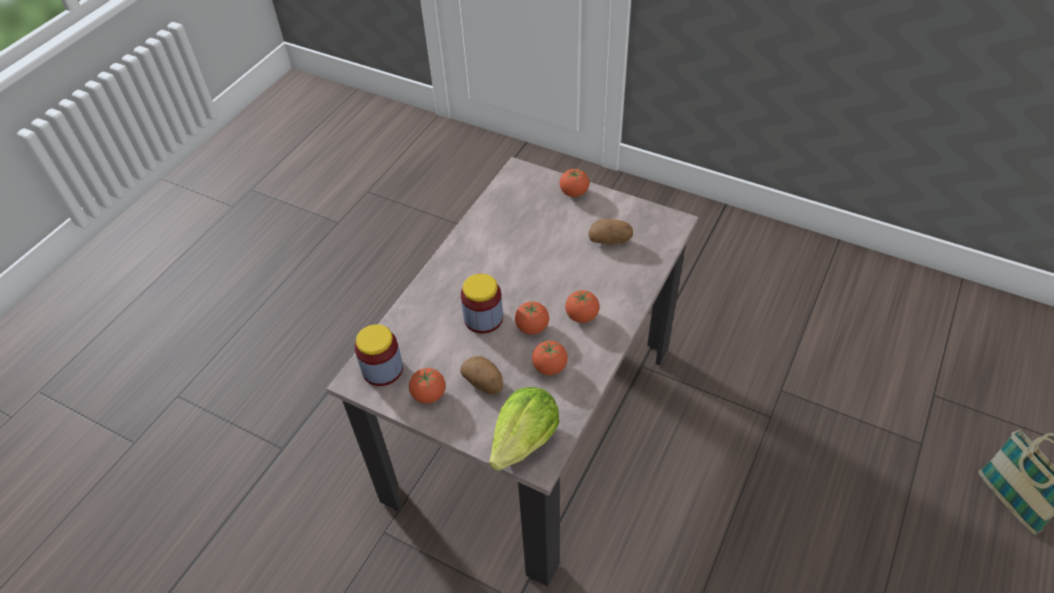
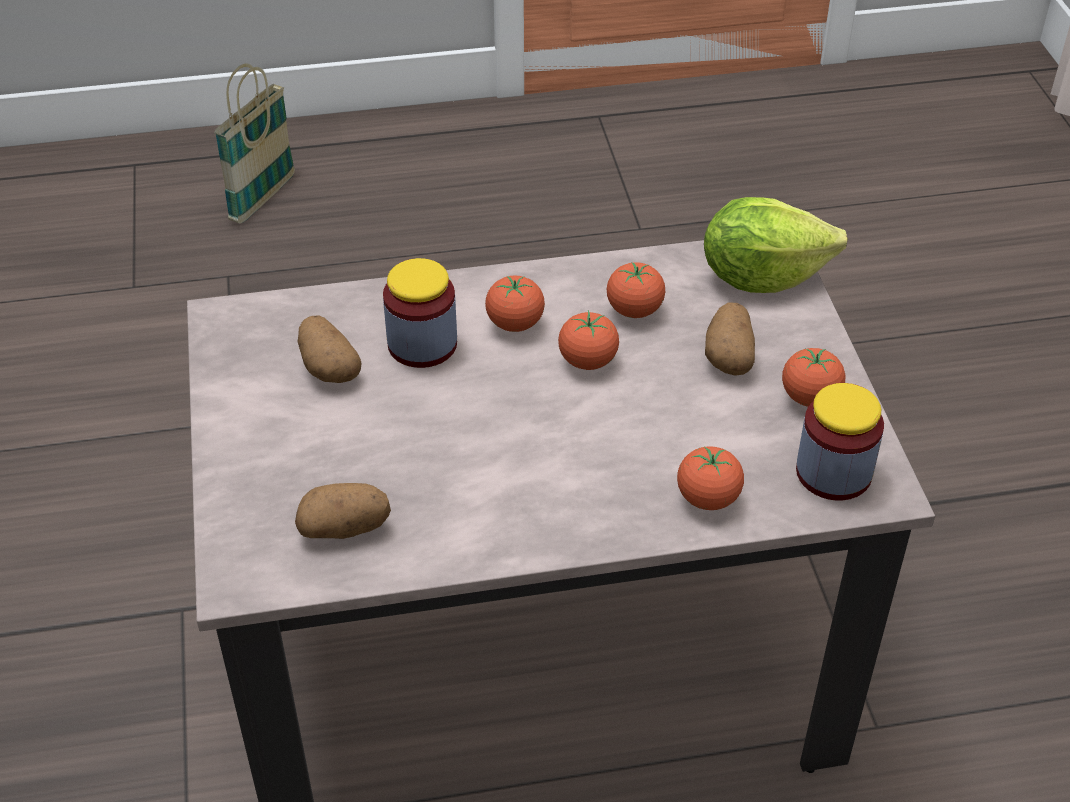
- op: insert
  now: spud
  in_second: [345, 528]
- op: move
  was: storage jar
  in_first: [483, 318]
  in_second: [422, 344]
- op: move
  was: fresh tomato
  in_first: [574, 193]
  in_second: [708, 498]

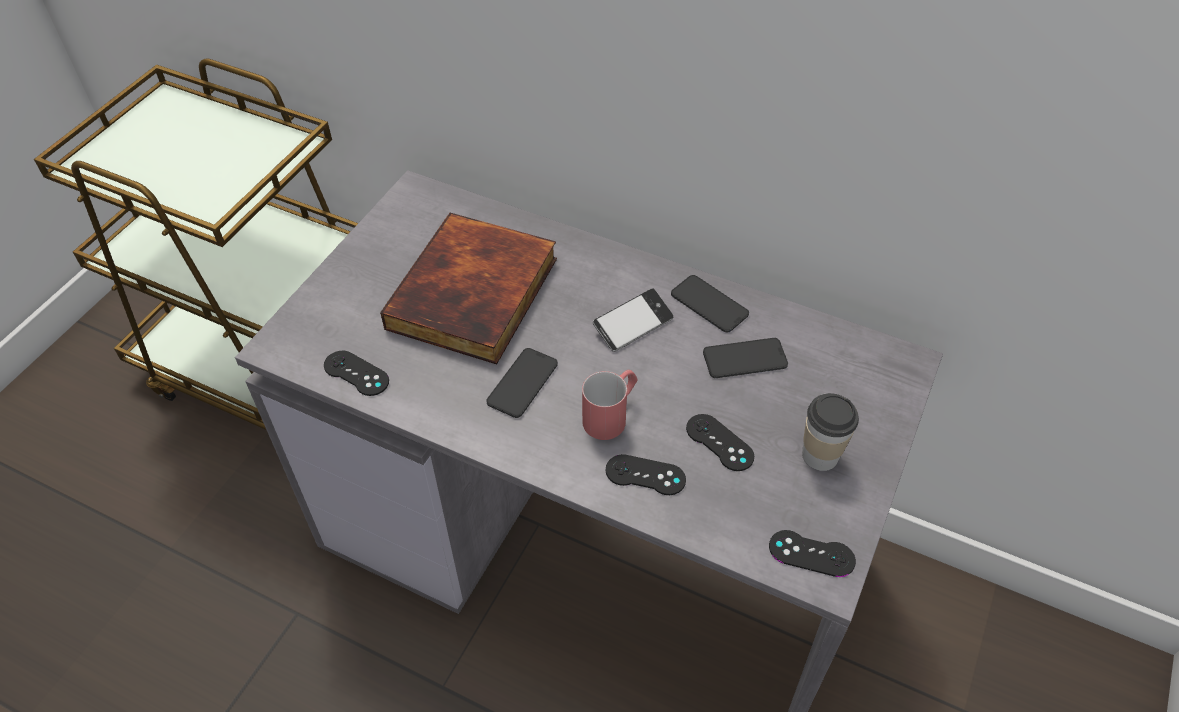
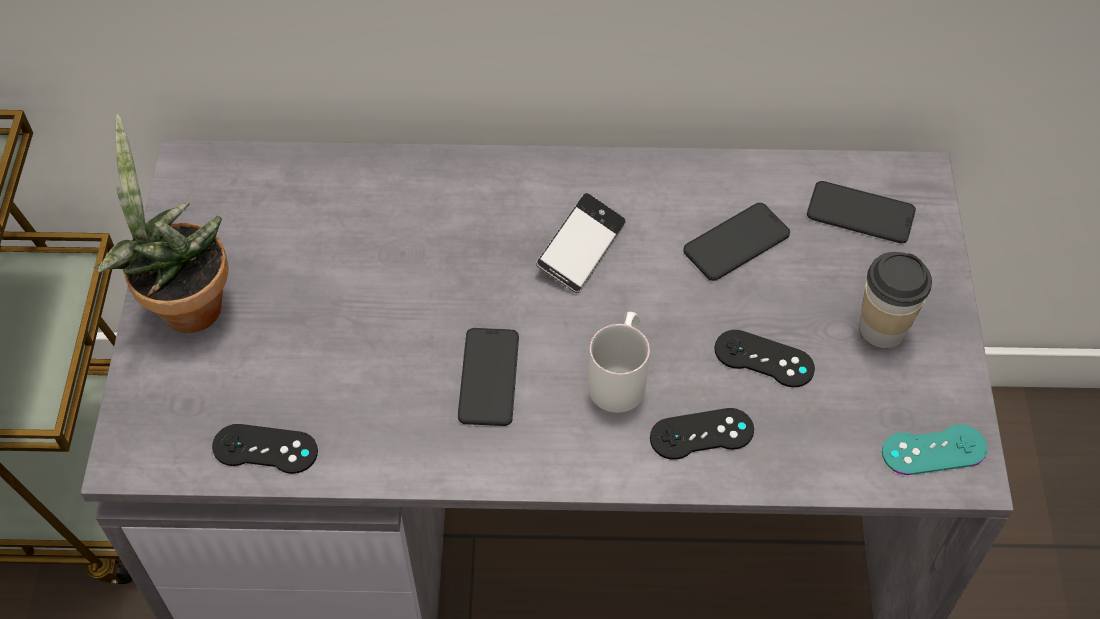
- op: delete
  was: book
  in_first: [475, 295]
- op: insert
  now: potted plant
  in_second: [184, 304]
- op: move
  was: phone
  in_first: [709, 304]
  in_second: [860, 213]
- op: recolor
  was: reddish mug
  now: white-coloured mug
  in_first: [611, 415]
  in_second: [620, 375]
- op: recolor
  was: black game controller
  now: turquoise-coloured game controller
  in_first: [811, 554]
  in_second: [934, 450]

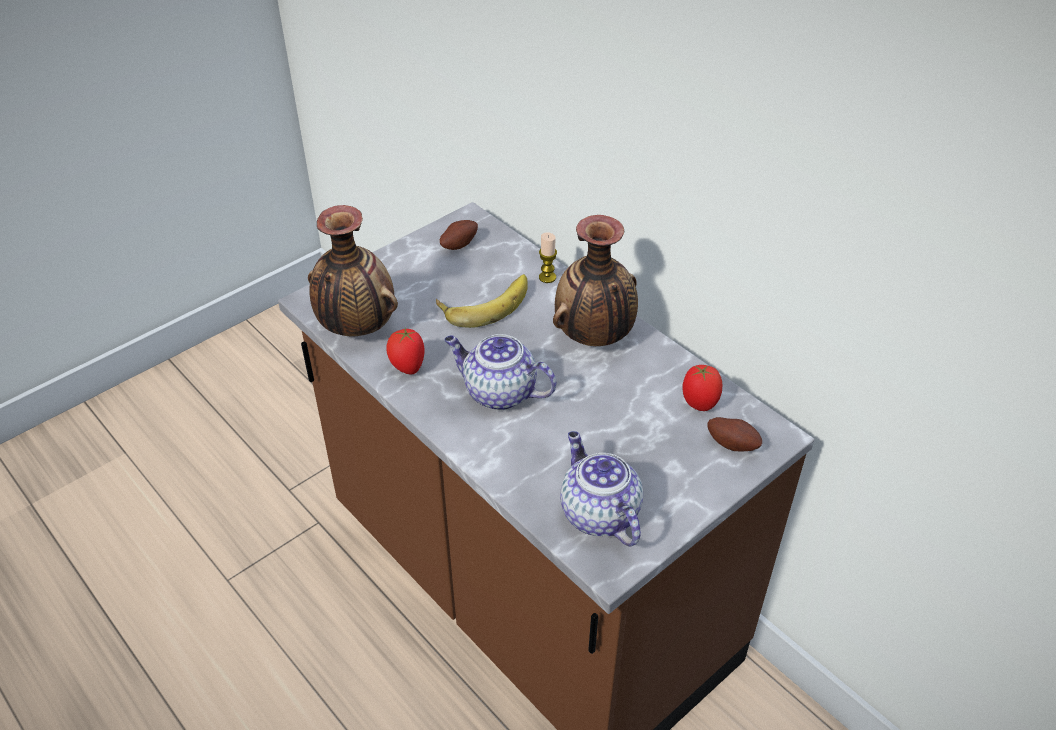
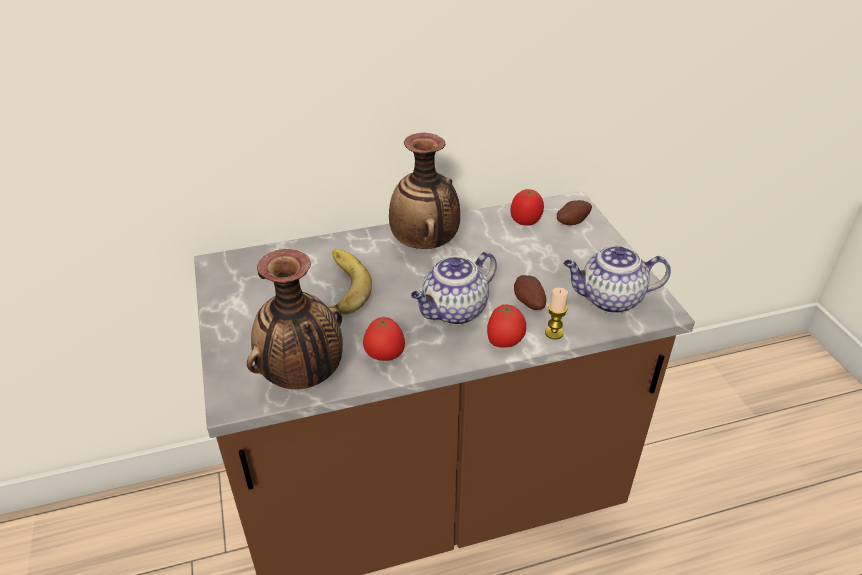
- op: insert
  now: fresh tomato
  in_second: [505, 343]
- op: move
  was: spud
  in_first: [458, 244]
  in_second: [528, 303]
- op: move
  was: candle
  in_first: [547, 277]
  in_second: [554, 333]

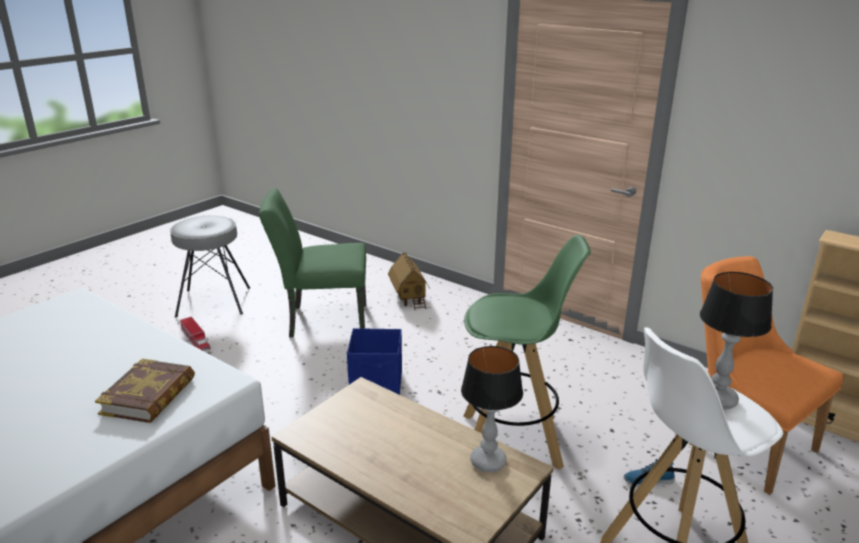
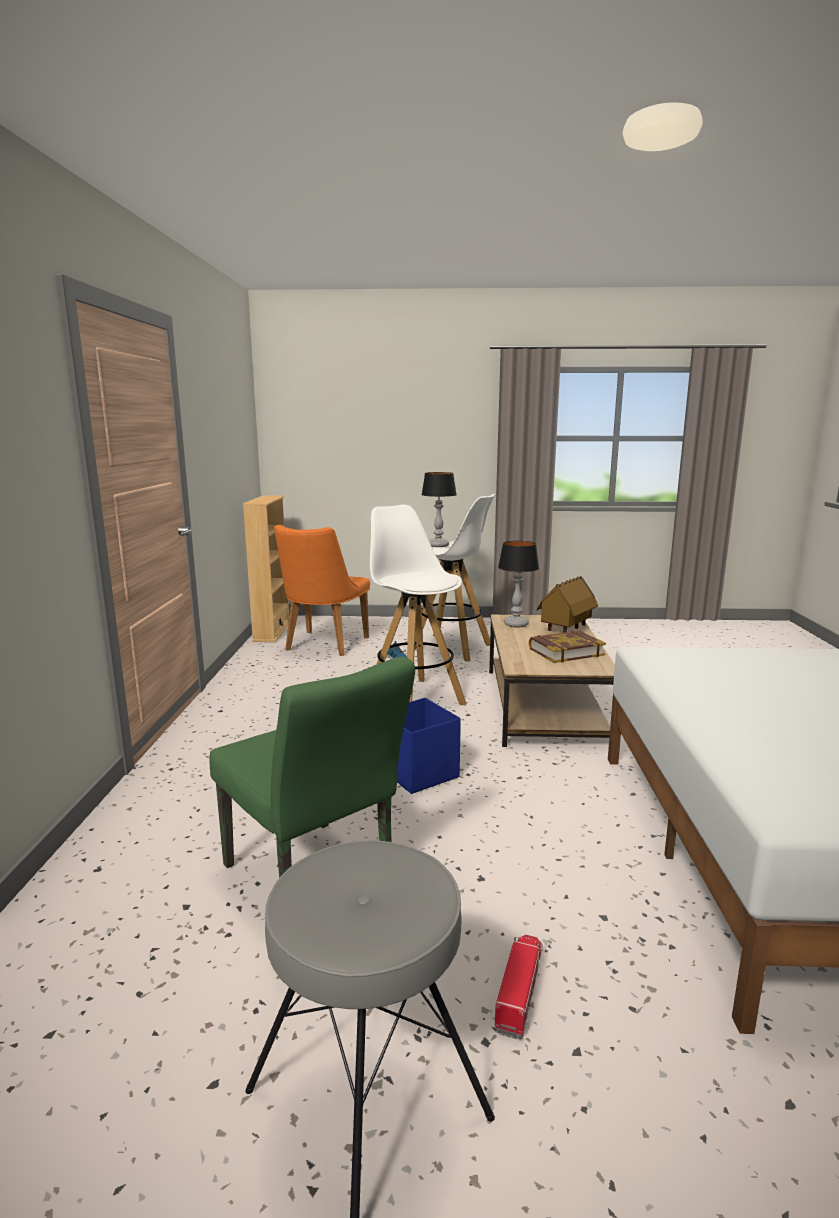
- op: move
  was: book
  in_first: [149, 396]
  in_second: [565, 651]
- op: move
  was: toy house
  in_first: [409, 298]
  in_second: [566, 629]
- op: recolor
  was: green stool seat
  now: white-coloured stool seat
  in_first: [512, 440]
  in_second: [414, 698]

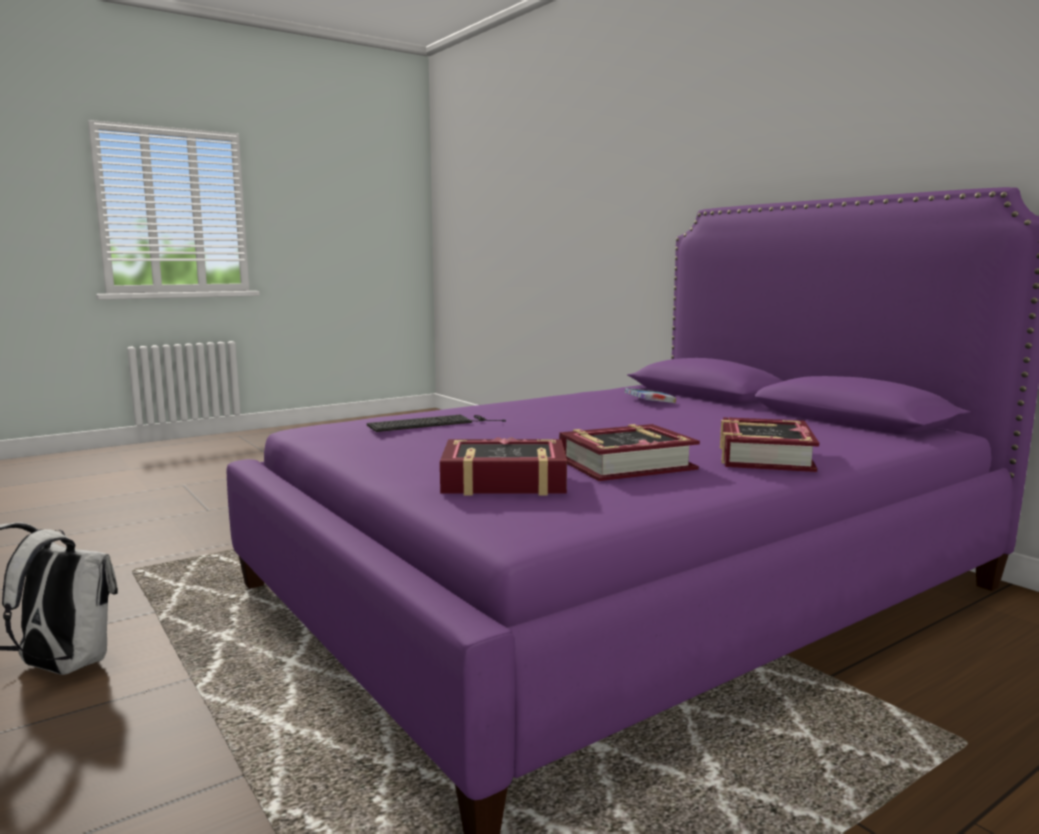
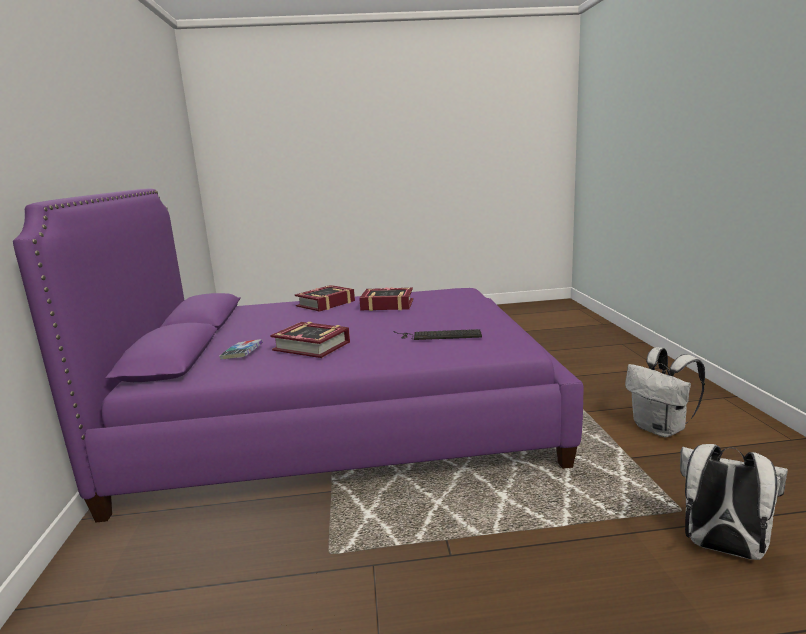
- op: insert
  now: white-coloured backpack
  in_second: [721, 548]
- op: move
  was: book
  in_first: [504, 481]
  in_second: [312, 346]

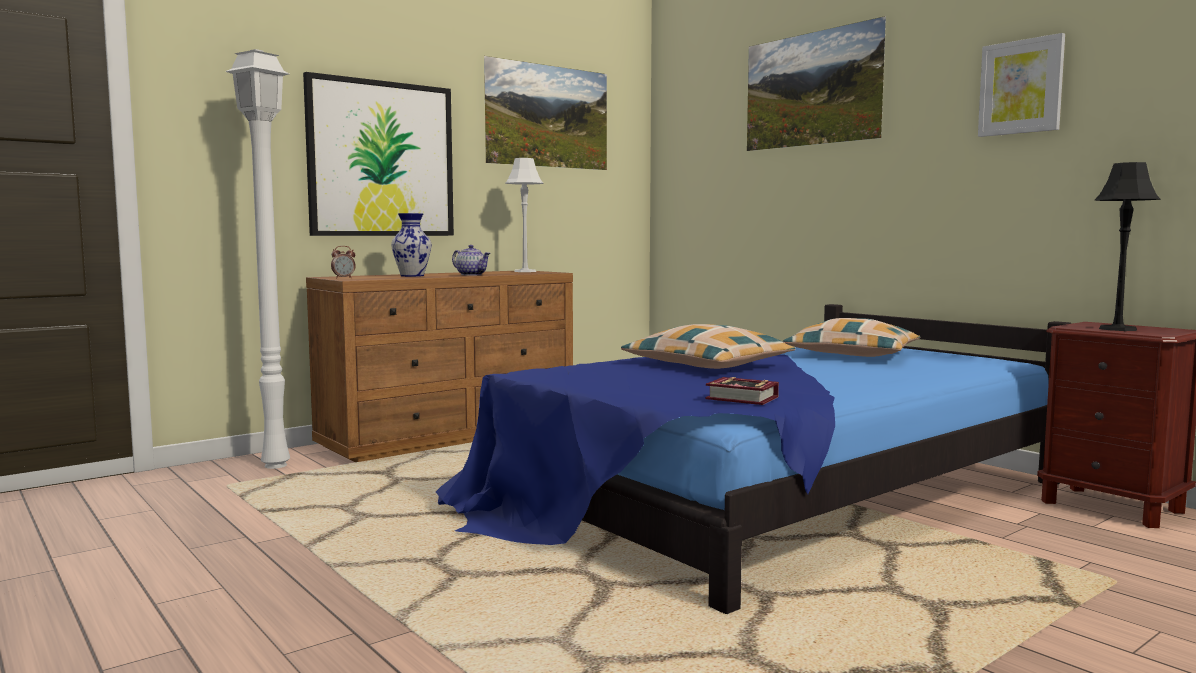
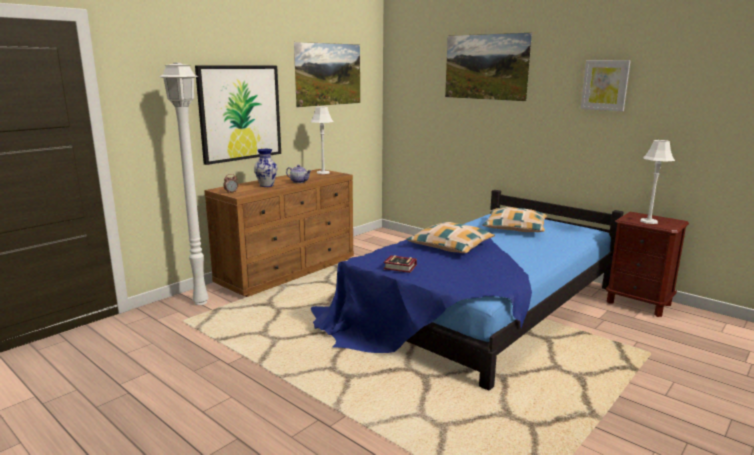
- op: move
  was: book
  in_first: [744, 399]
  in_second: [401, 267]
- op: recolor
  was: black lamp for a table
  now: white-coloured lamp for a table
  in_first: [1117, 329]
  in_second: [648, 221]

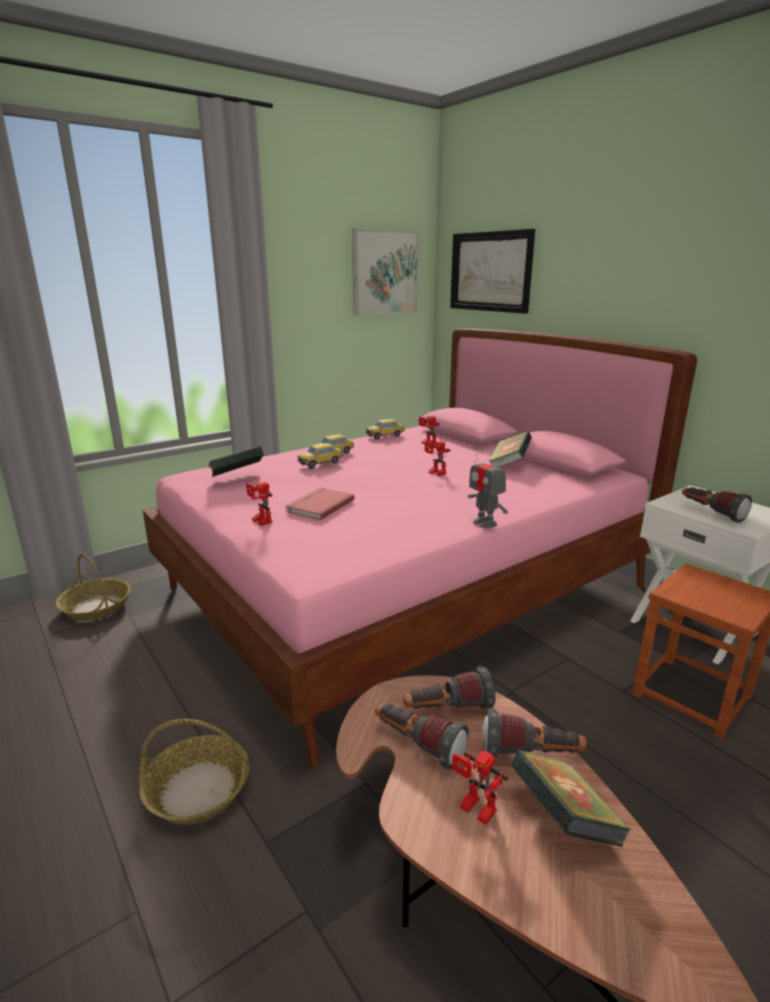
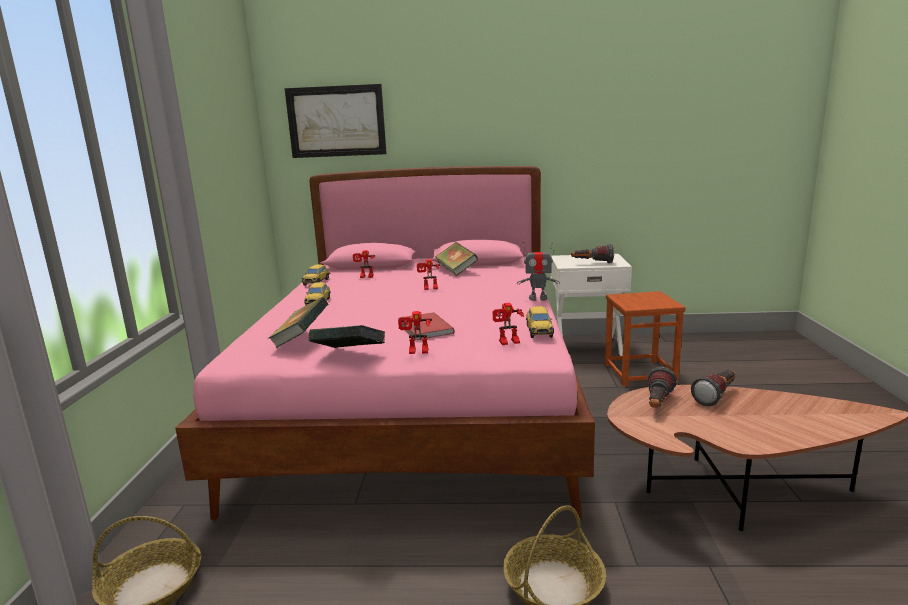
- op: delete
  was: picture
  in_first: [385, 272]
- op: delete
  was: hand torch
  in_first: [417, 745]
- op: move
  was: toy car
  in_first: [320, 463]
  in_second: [539, 331]
- op: move
  was: robot figure
  in_first: [473, 810]
  in_second: [508, 343]
- op: move
  was: book
  in_first: [563, 820]
  in_second: [349, 355]

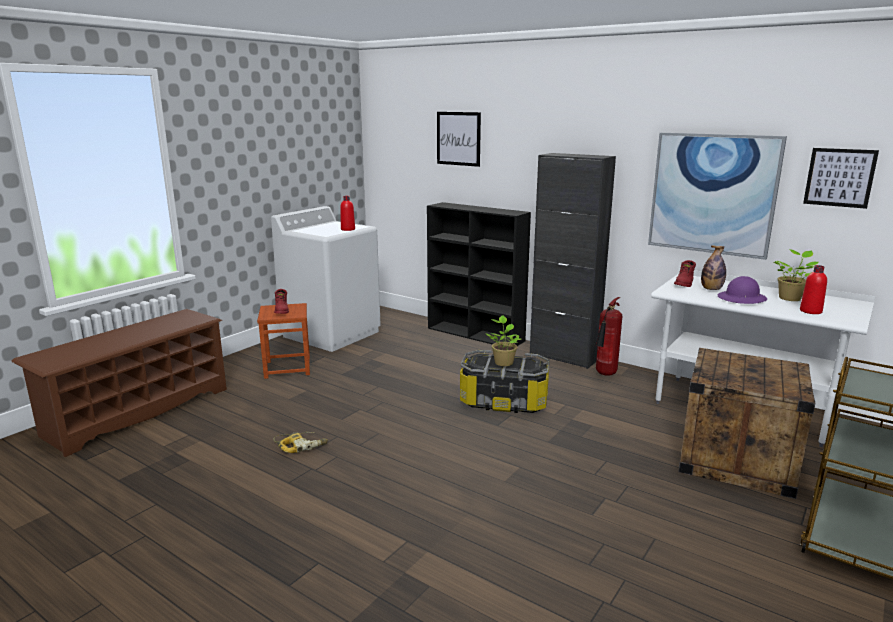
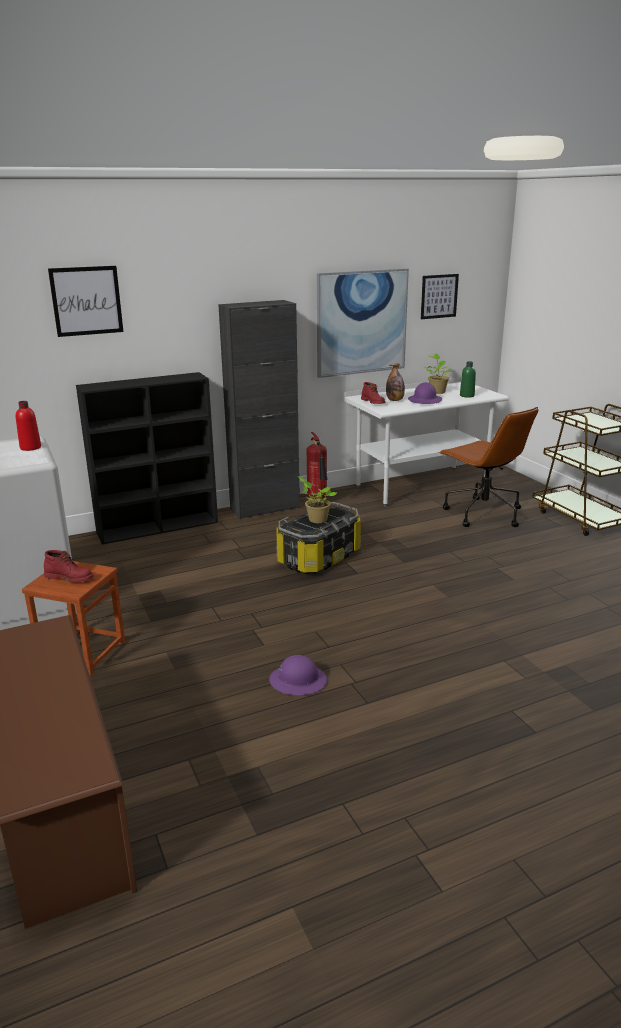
- op: replace
  was: electric drill
  now: purple hard hat
  in_first: [301, 445]
  in_second: [298, 681]
- op: replace
  was: packing crate
  now: brown computer chair
  in_first: [736, 460]
  in_second: [482, 513]
- op: recolor
  was: reddish bottle
  now: green bottle
  in_first: [810, 311]
  in_second: [467, 395]

